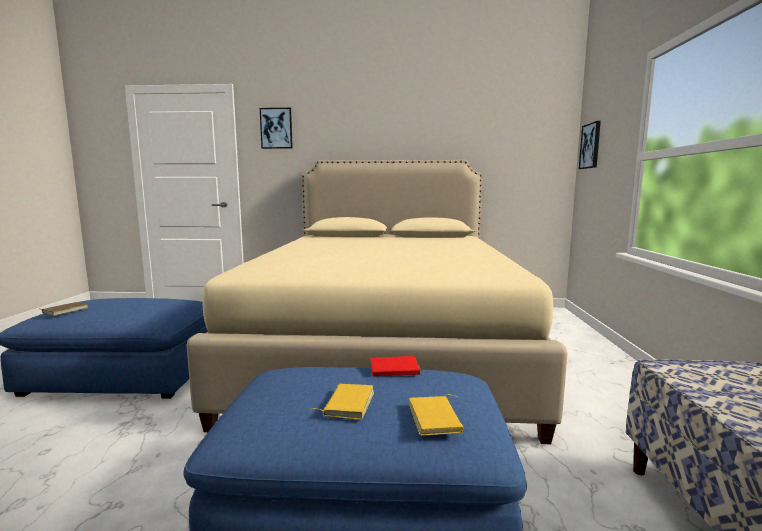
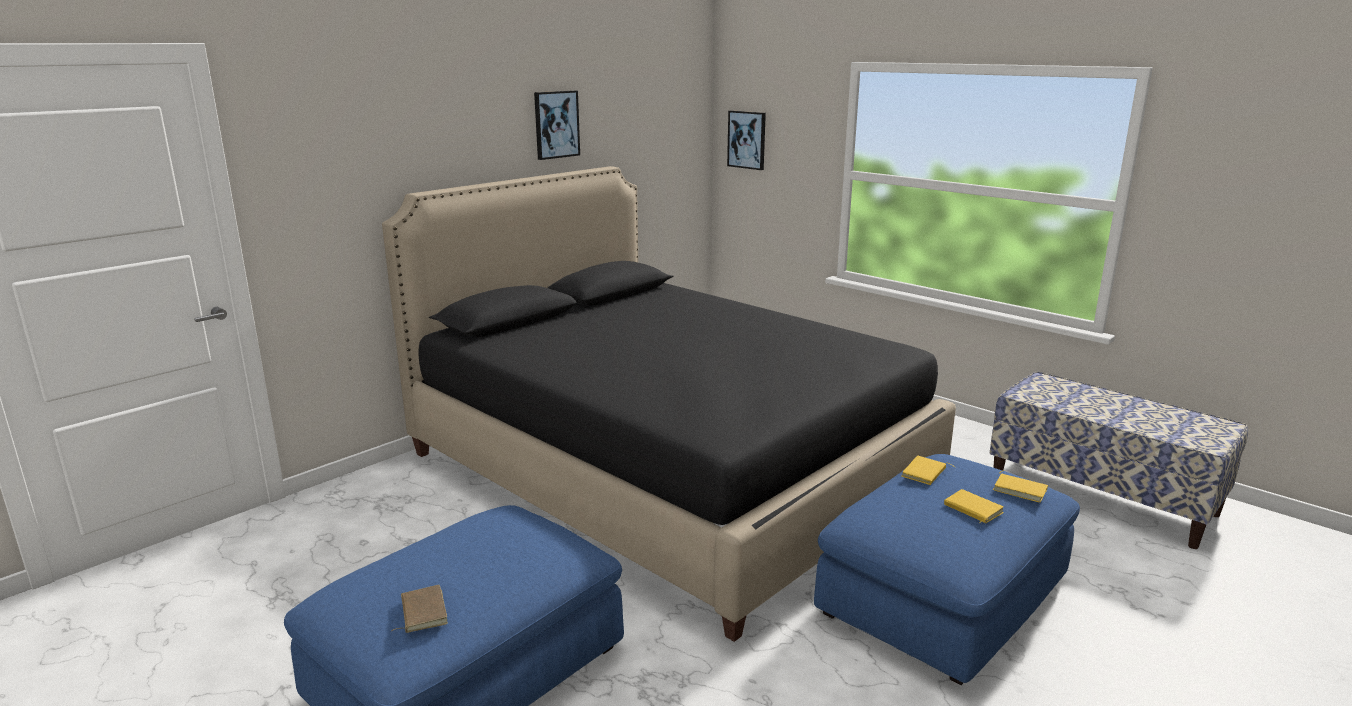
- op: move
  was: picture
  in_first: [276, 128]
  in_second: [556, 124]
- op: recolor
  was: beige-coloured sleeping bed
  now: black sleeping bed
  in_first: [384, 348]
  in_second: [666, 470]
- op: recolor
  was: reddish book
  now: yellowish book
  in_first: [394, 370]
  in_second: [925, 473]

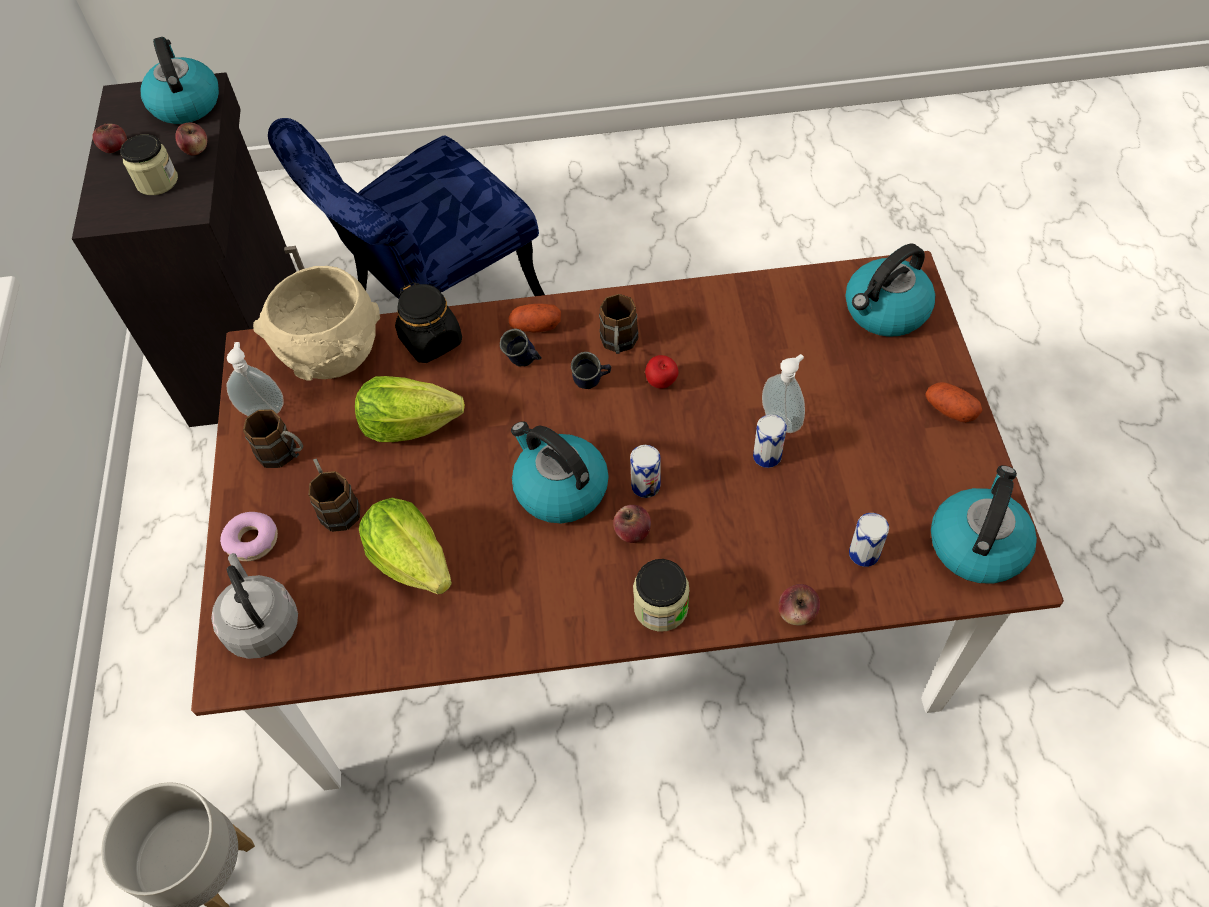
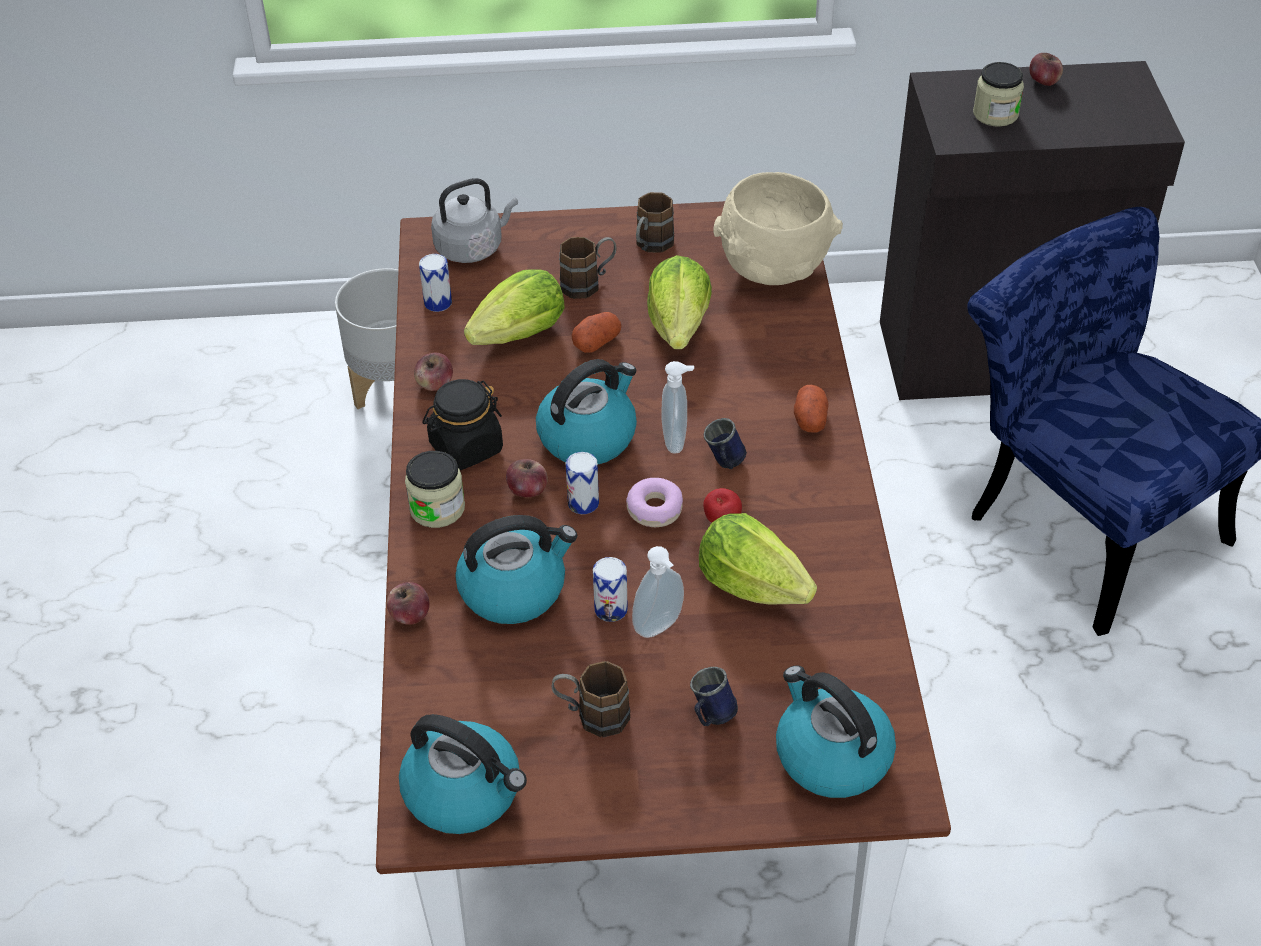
- op: insert
  now: lettuce
  in_second: [752, 584]
- op: move
  was: water kettle
  in_first: [185, 103]
  in_second: [514, 589]
- op: move
  was: apple
  in_first: [196, 149]
  in_second: [435, 384]
- op: move
  was: ring doughnut
  in_first: [252, 540]
  in_second: [655, 509]
- op: move
  was: soap dispenser
  in_first: [264, 409]
  in_second: [677, 441]
- op: move
  was: black storage jar
  in_first: [431, 341]
  in_second: [466, 447]
- op: move
  was: blue-coloured mug
  in_first: [524, 363]
  in_second: [710, 716]
- op: move
  was: brown mug
  in_first: [618, 345]
  in_second: [592, 715]
- op: move
  was: sealed can
  in_first: [864, 553]
  in_second: [438, 302]
- op: move
  was: spud
  in_first: [950, 410]
  in_second: [596, 342]

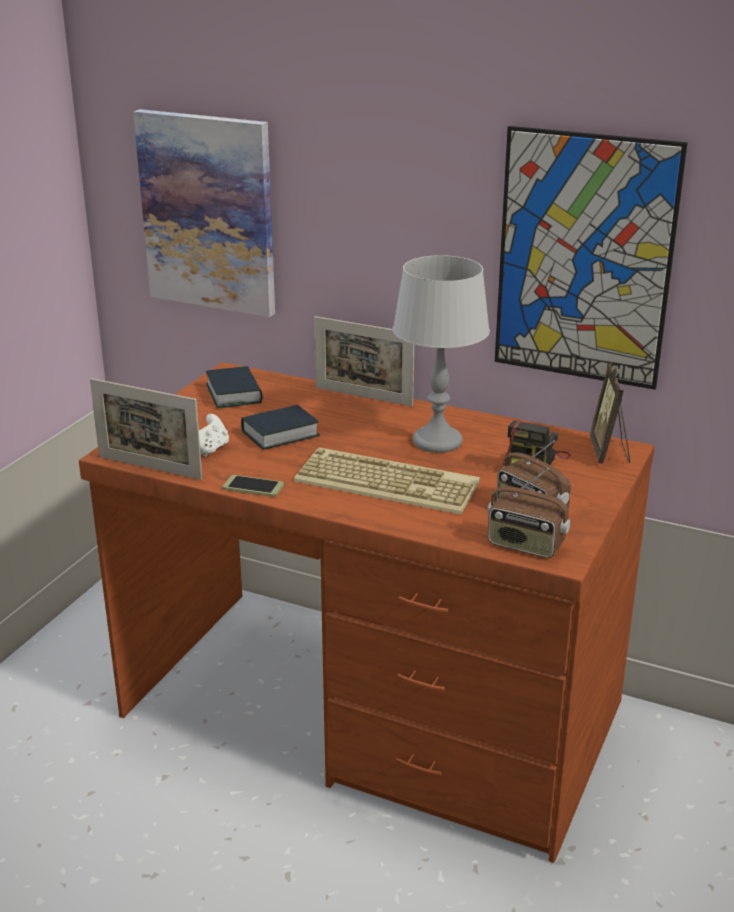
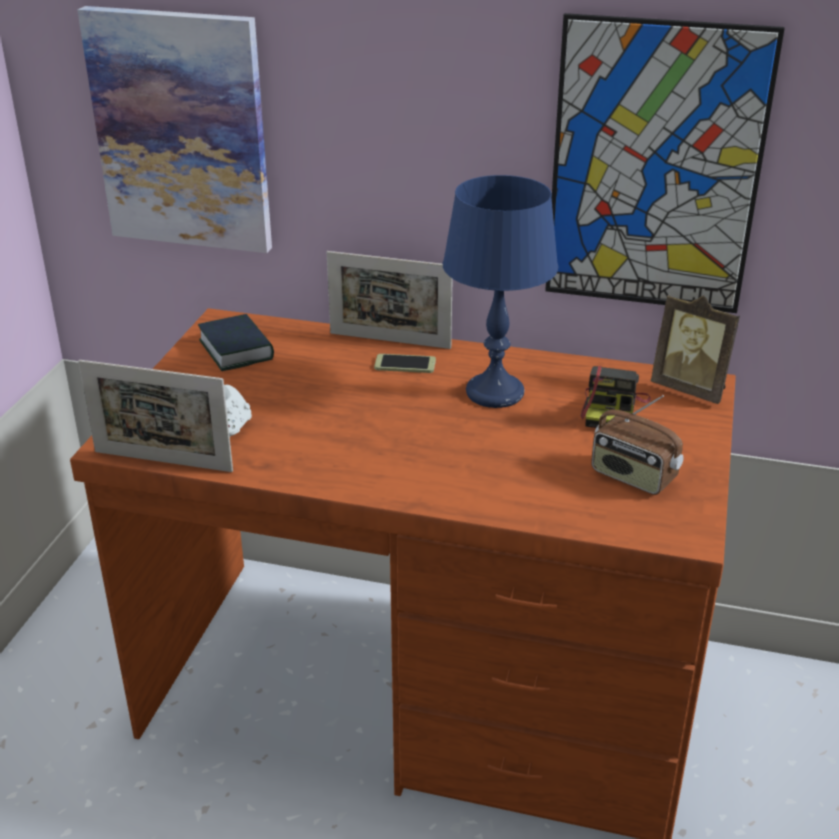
- op: delete
  was: book
  in_first: [280, 434]
- op: delete
  was: PC keyboard
  in_first: [389, 482]
- op: delete
  was: radio
  in_first: [525, 545]
- op: move
  was: phone
  in_first: [253, 487]
  in_second: [405, 364]
- op: recolor
  was: gray lamp for a table
  now: blue-coloured lamp for a table
  in_first: [437, 442]
  in_second: [495, 393]
- op: rotate
  was: picture frame
  in_first: [609, 452]
  in_second: [691, 389]
  clockwise: -45

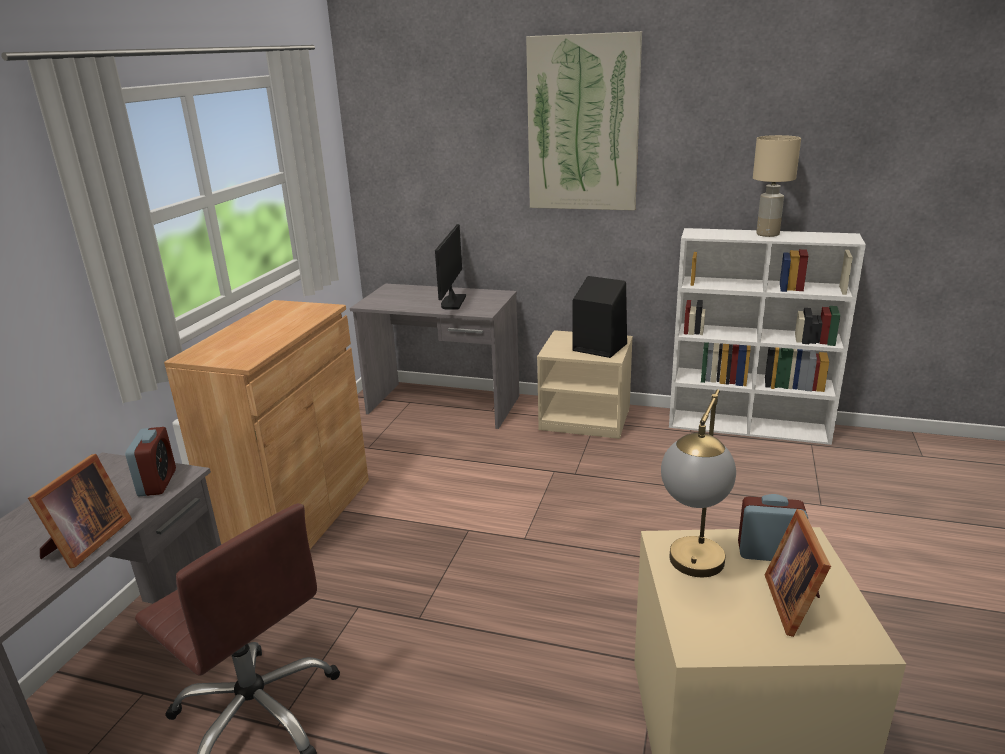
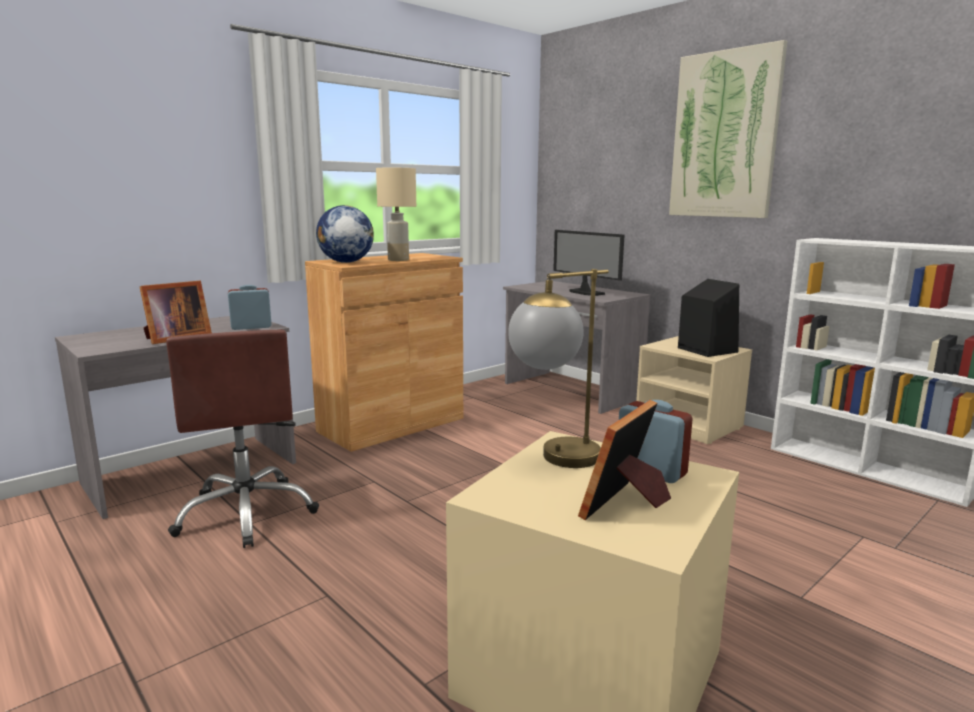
- op: insert
  now: desk globe
  in_second: [346, 262]
- op: move
  was: beige-coloured lamp for a table
  in_first: [768, 234]
  in_second: [398, 260]
- op: rotate
  was: alarm clock
  in_first: [157, 483]
  in_second: [251, 327]
  clockwise: -135
- op: rotate
  was: computer screen
  in_first: [452, 302]
  in_second: [585, 293]
  clockwise: -75

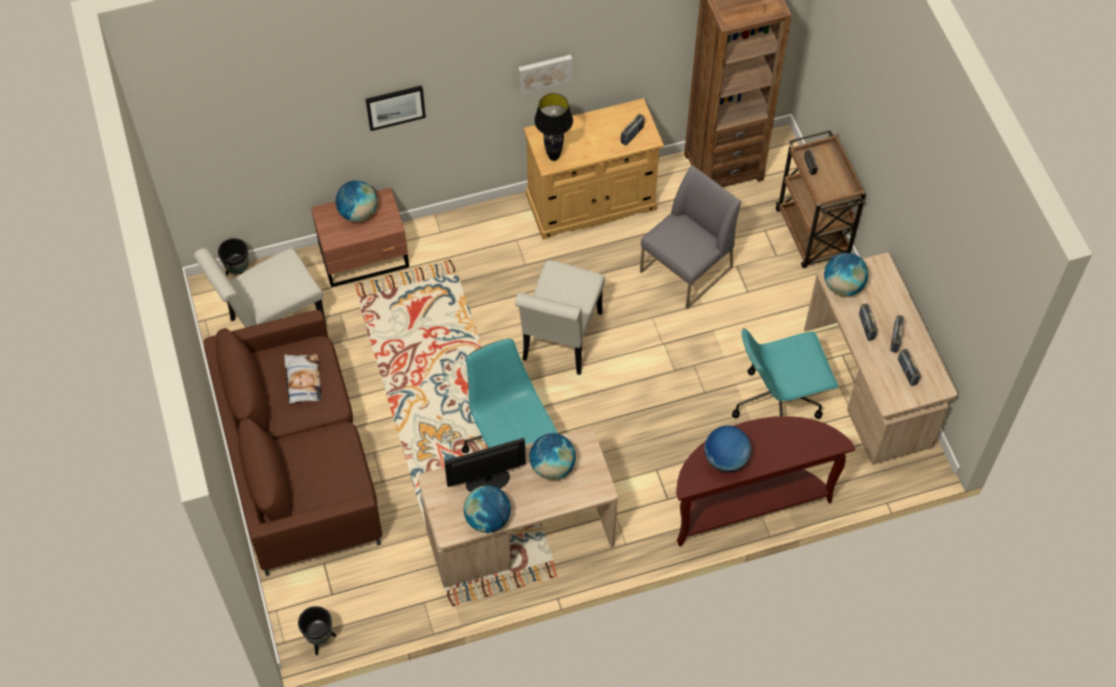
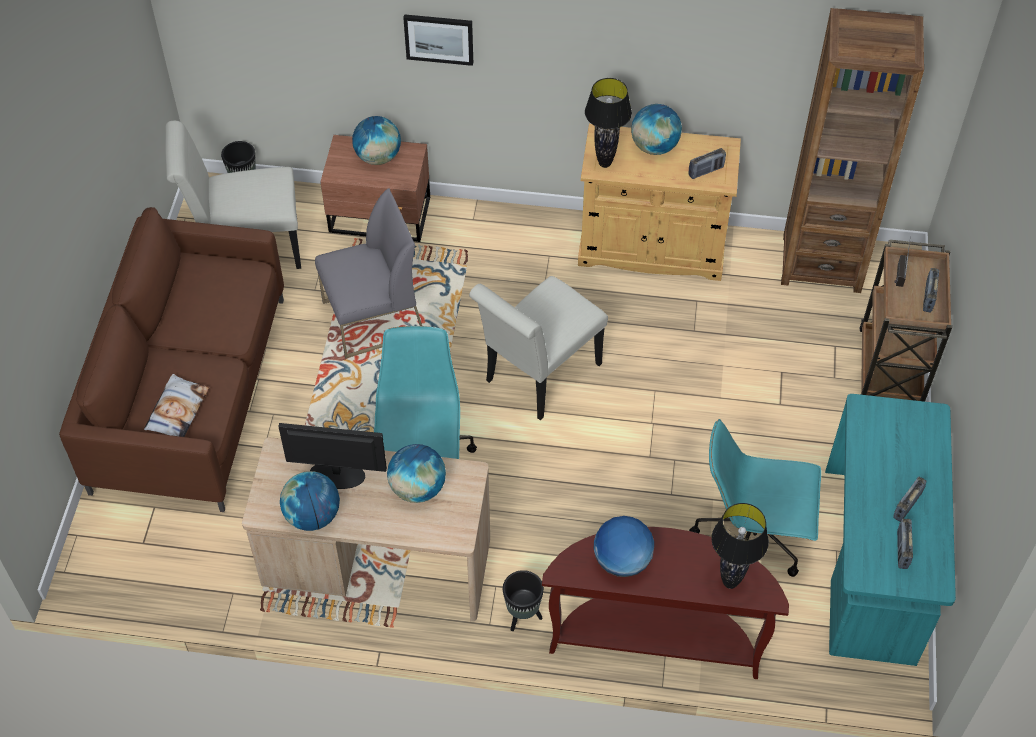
- op: delete
  was: picture
  in_first: [544, 72]
- op: insert
  now: black lamp for a table
  in_second: [729, 583]
- op: move
  was: throw pillow
  in_first: [302, 380]
  in_second: [177, 410]
- op: move
  was: black plant pot
  in_first: [320, 640]
  in_second: [523, 616]
- op: move
  was: gray chair
  in_first: [686, 270]
  in_second: [372, 319]
- op: move
  was: desk globe
  in_first: [843, 286]
  in_second: [654, 147]
- op: move
  was: radio
  in_first: [866, 327]
  in_second: [928, 297]
- op: recolor
  was: beige-coloured desk unit
  now: turquoise-coloured desk unit
  in_first: [869, 386]
  in_second: [873, 564]

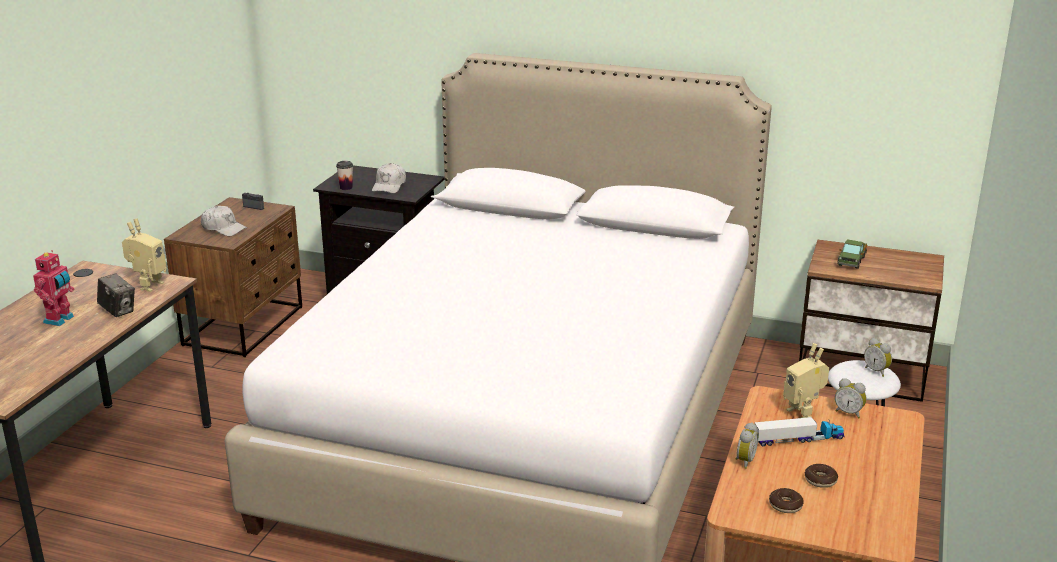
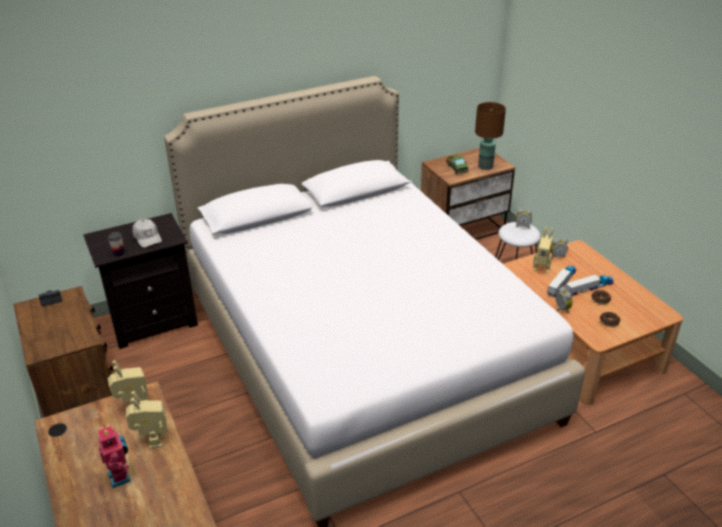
- op: delete
  was: white-coloured baseball cap
  in_first: [223, 228]
- op: insert
  now: brown lamp for a table
  in_second: [486, 166]
- op: insert
  now: toy lorry
  in_second: [588, 288]
- op: replace
  was: still camera
  now: robot figure
  in_first: [118, 311]
  in_second: [151, 440]

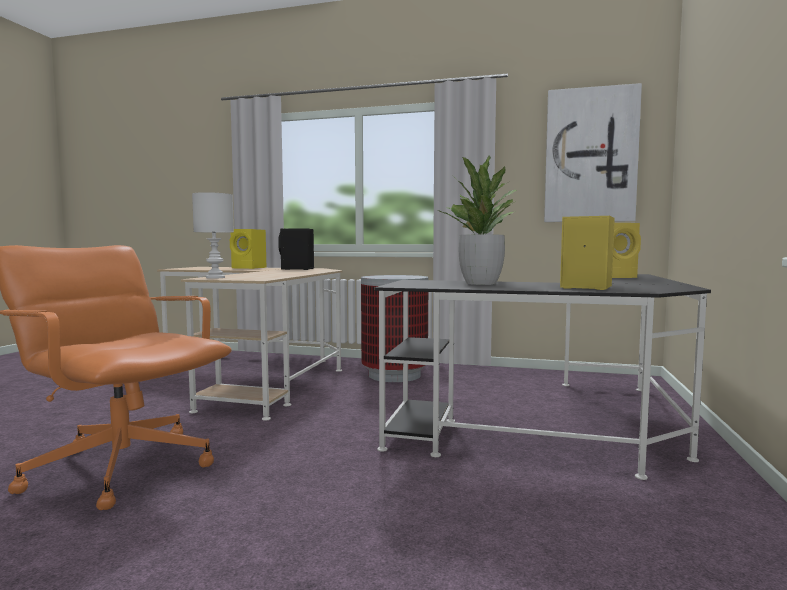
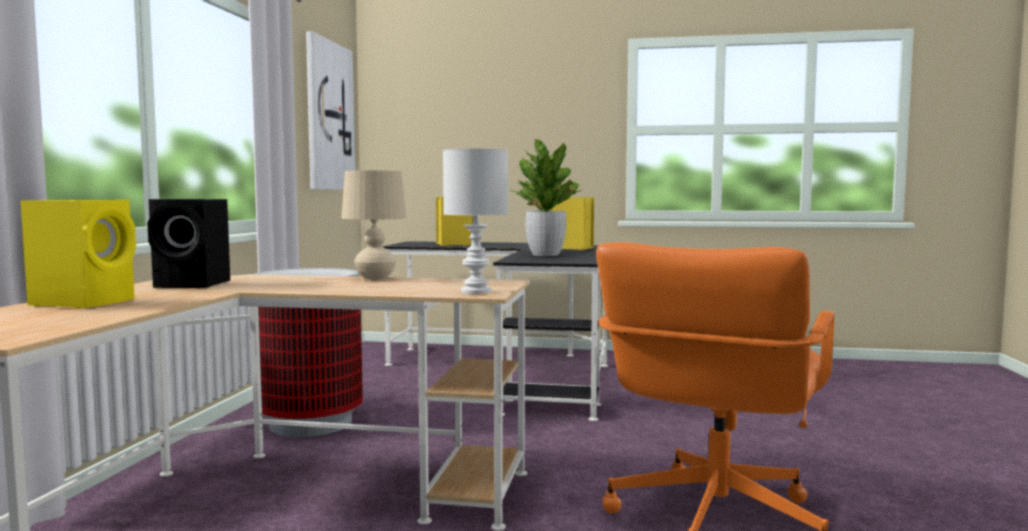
- op: insert
  now: beige-coloured lamp for a table
  in_second: [375, 279]

